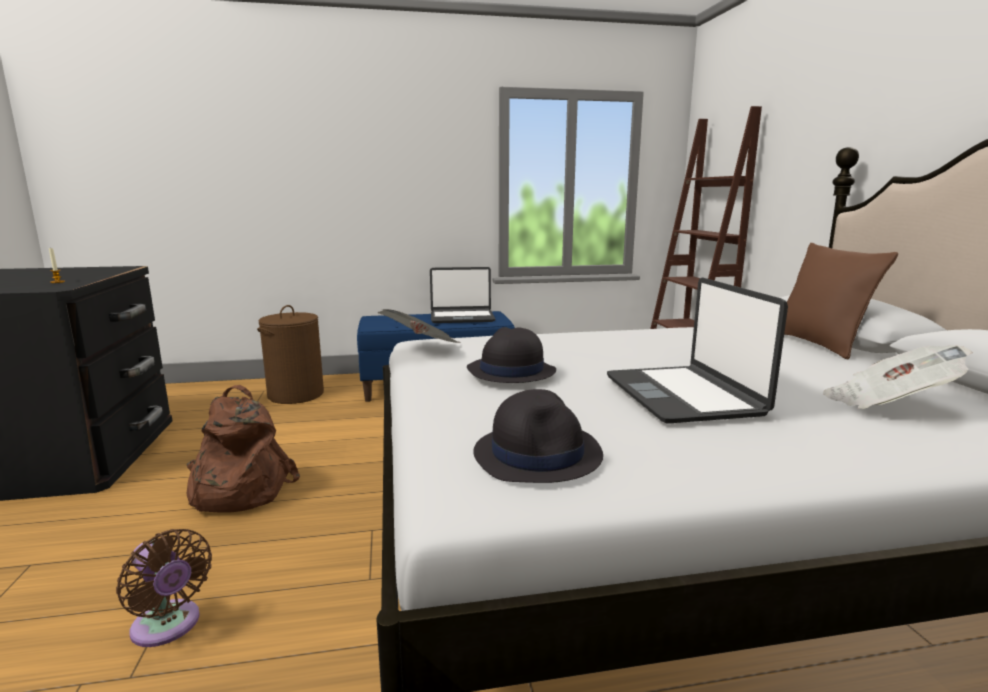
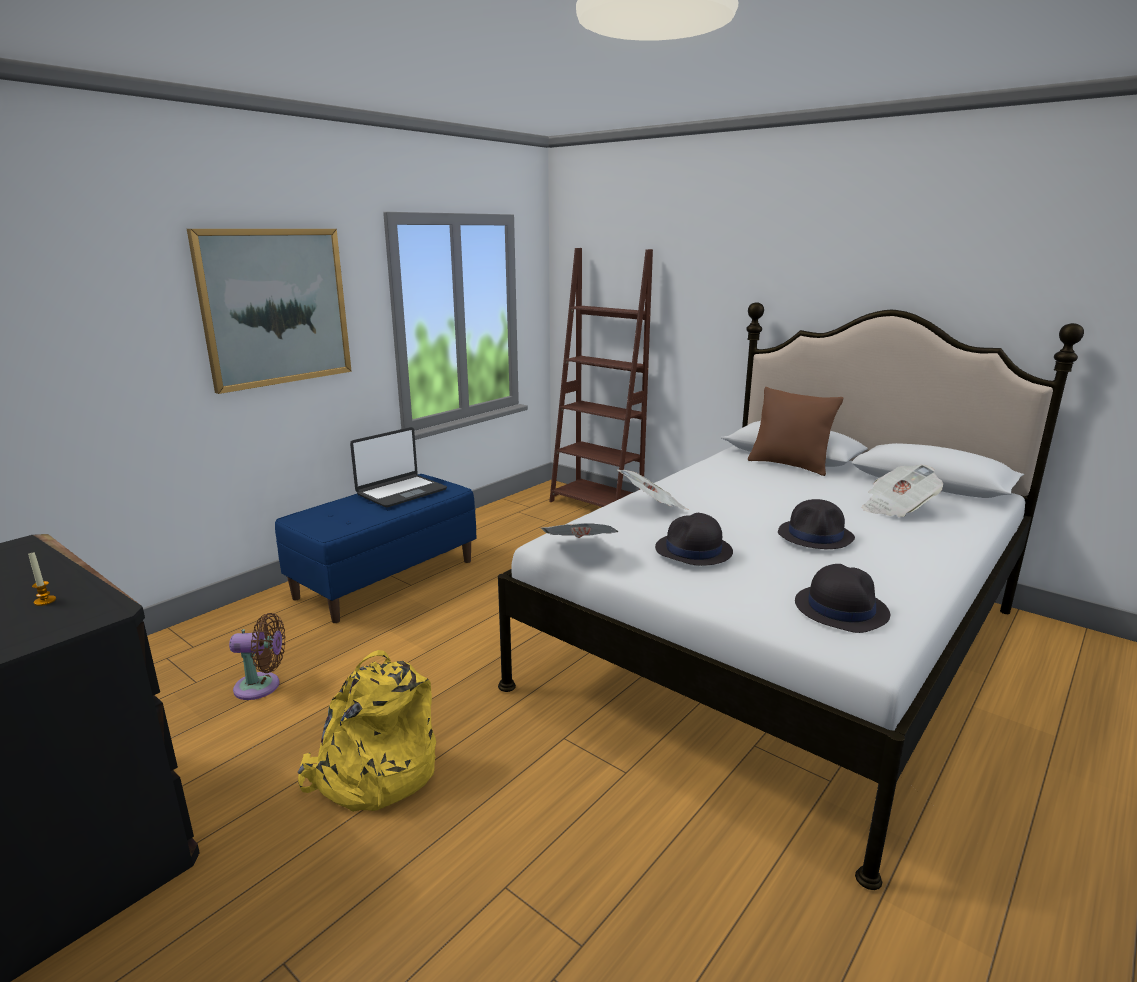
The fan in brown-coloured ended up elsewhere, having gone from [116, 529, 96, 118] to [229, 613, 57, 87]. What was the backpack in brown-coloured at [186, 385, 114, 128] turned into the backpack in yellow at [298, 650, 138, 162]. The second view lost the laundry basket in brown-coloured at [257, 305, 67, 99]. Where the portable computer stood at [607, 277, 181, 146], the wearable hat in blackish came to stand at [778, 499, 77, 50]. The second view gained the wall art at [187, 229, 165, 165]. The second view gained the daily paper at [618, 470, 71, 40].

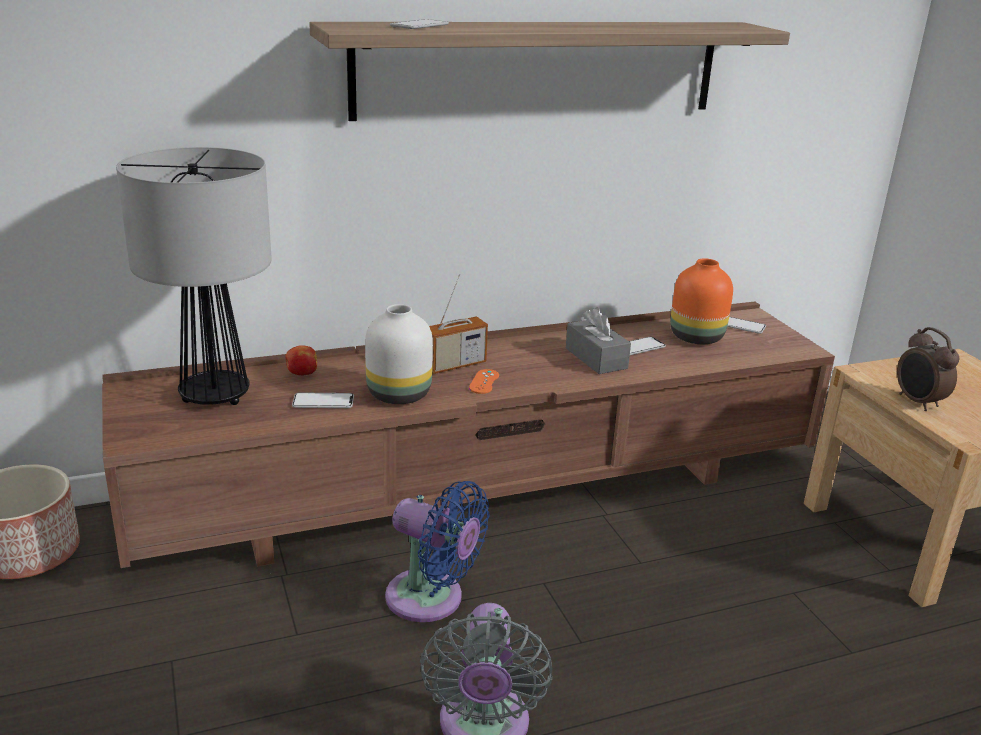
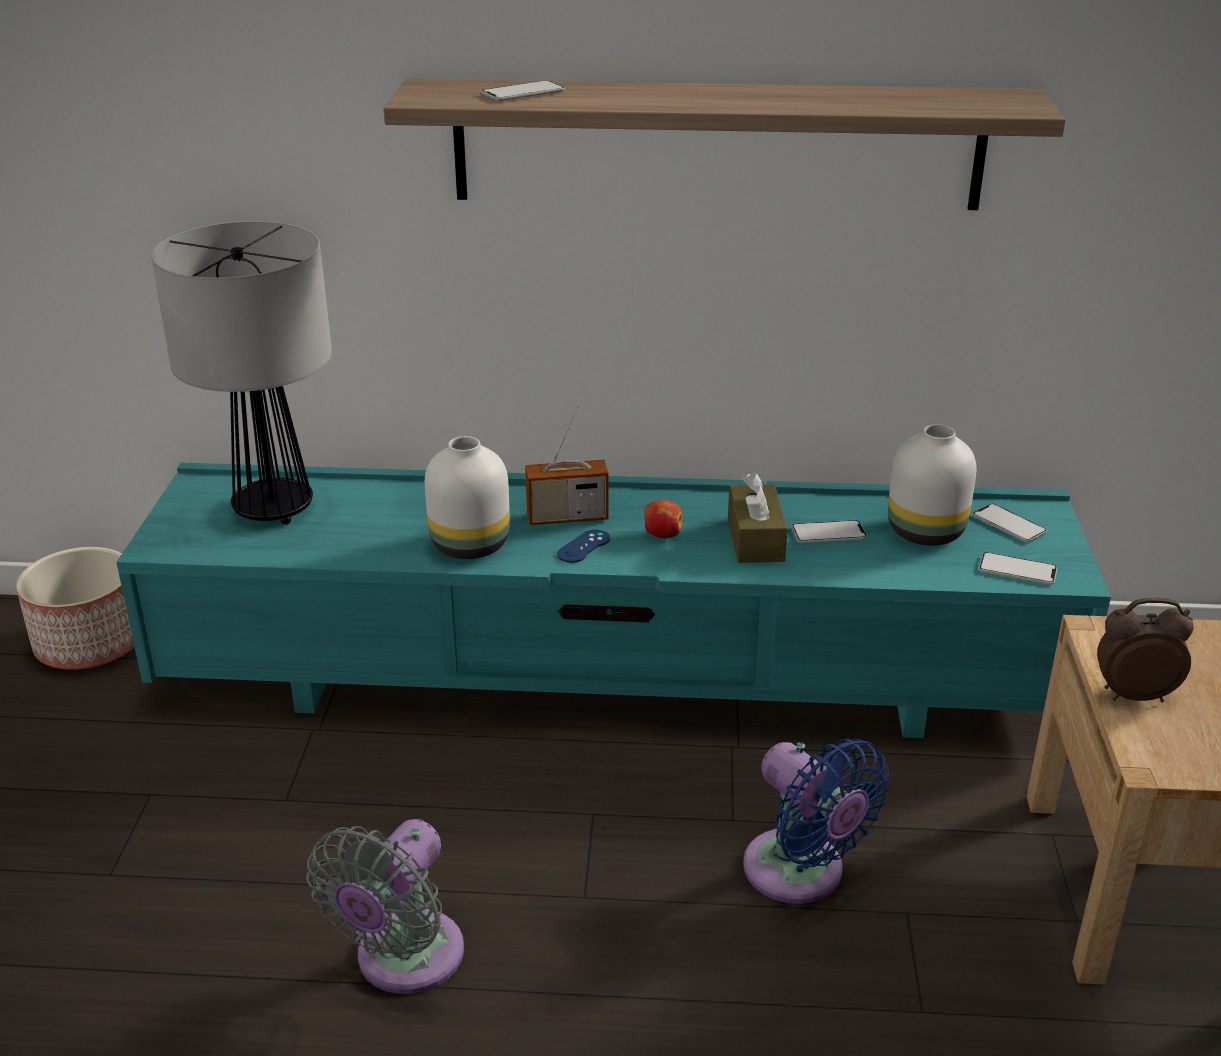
What was the media console in brown-coloured at [102, 301, 733, 267] turned into the media console in turquoise at [116, 463, 995, 275]. The apple ended up elsewhere, having gone from [285, 345, 32, 31] to [644, 500, 39, 38]. The handset ended up elsewhere, having gone from [292, 392, 62, 16] to [978, 552, 79, 33]. The fan in blue-coloured ended up elsewhere, having gone from [385, 481, 104, 141] to [743, 739, 147, 165]. What was the joypad in orange at [469, 369, 30, 25] turned into the joypad in blue-coloured at [557, 530, 53, 33]. What was the box of tissues in gray at [566, 307, 65, 67] turned into the box of tissues in brown-coloured at [728, 472, 59, 91]. What was the vase in orange at [670, 258, 63, 86] turned into the vase in white-coloured at [888, 424, 89, 122]. The alarm clock at [897, 327, 63, 84] ended up facing another way, 90 degrees clockwise from before.

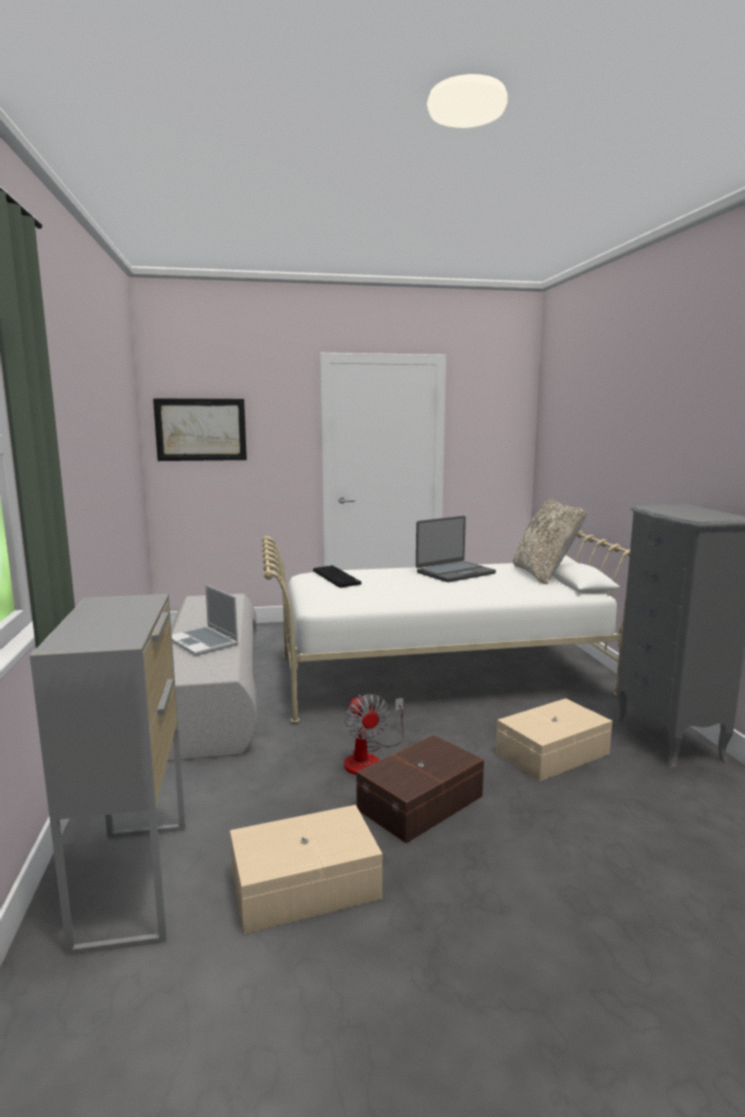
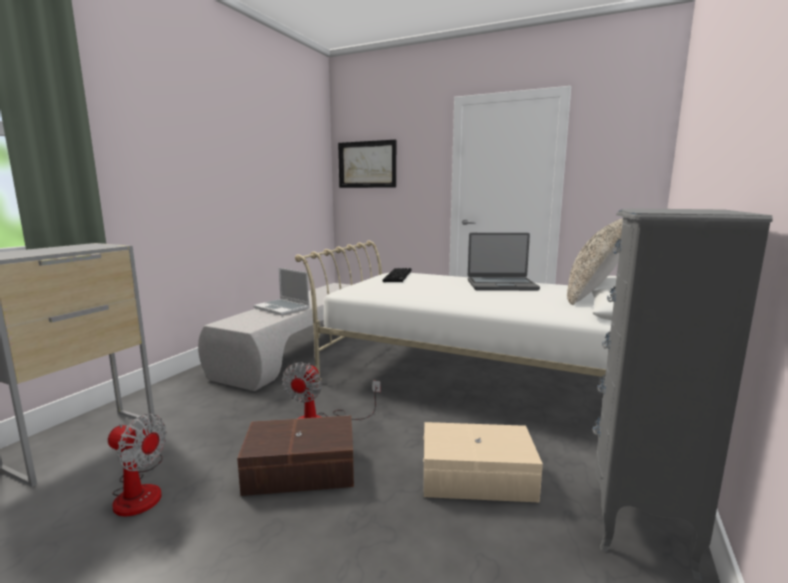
The portable computer at [172, 585, 67, 71] ended up facing another way, 45 degrees counterclockwise from before. Where the storage container in sand-coloured stood at [230, 805, 152, 129], the fan came to stand at [108, 413, 59, 104].

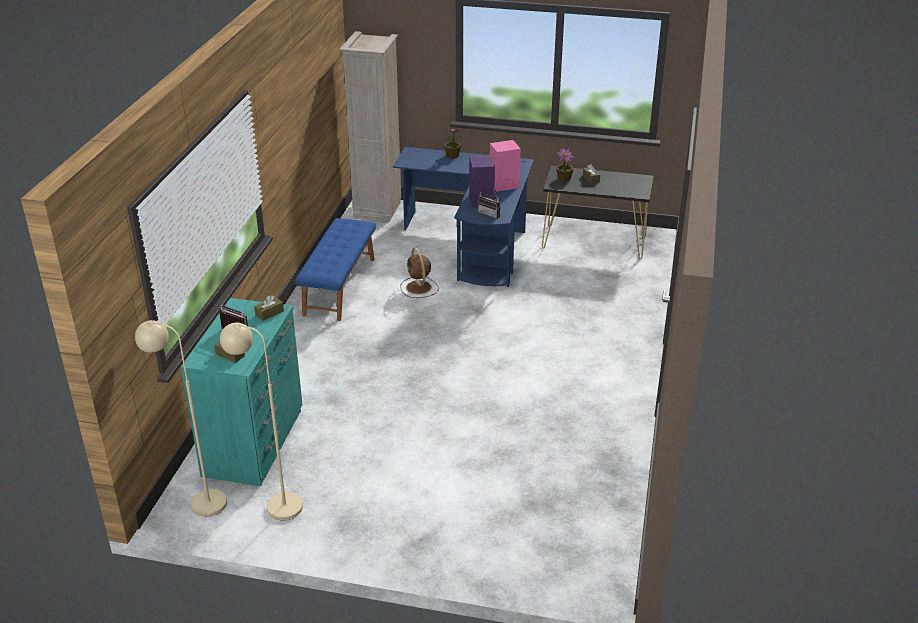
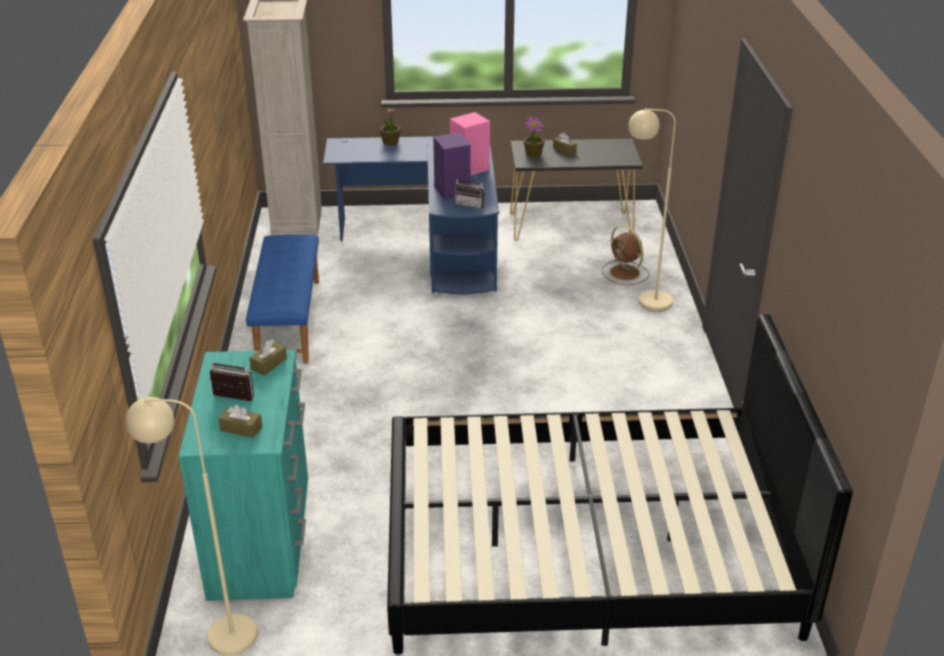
The standing lamp in sand-coloured ended up elsewhere, having gone from [220, 323, 83, 198] to [629, 109, 47, 203]. The fan in brown-coloured ended up elsewhere, having gone from [400, 248, 39, 50] to [602, 225, 47, 60]. The second view gained the sleeping bed in blackish at [387, 314, 466, 341].

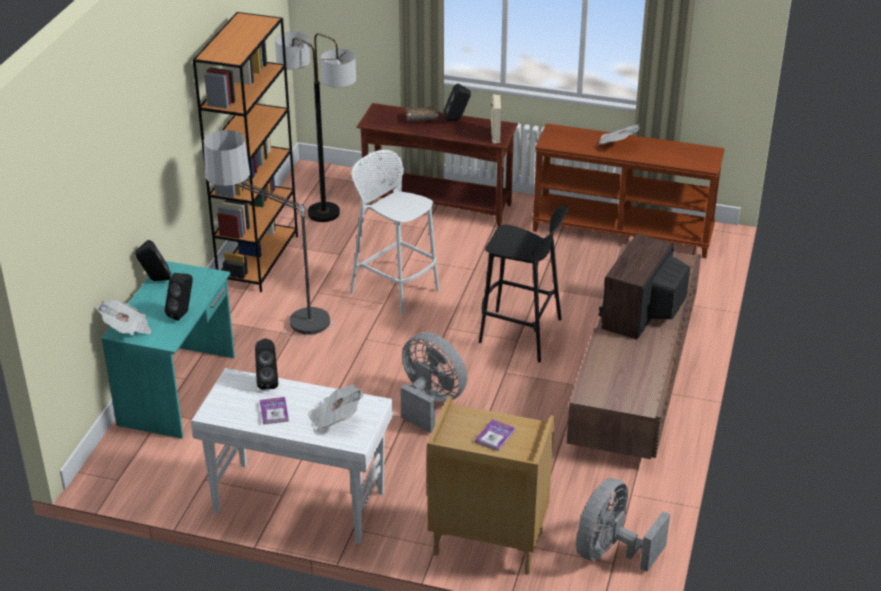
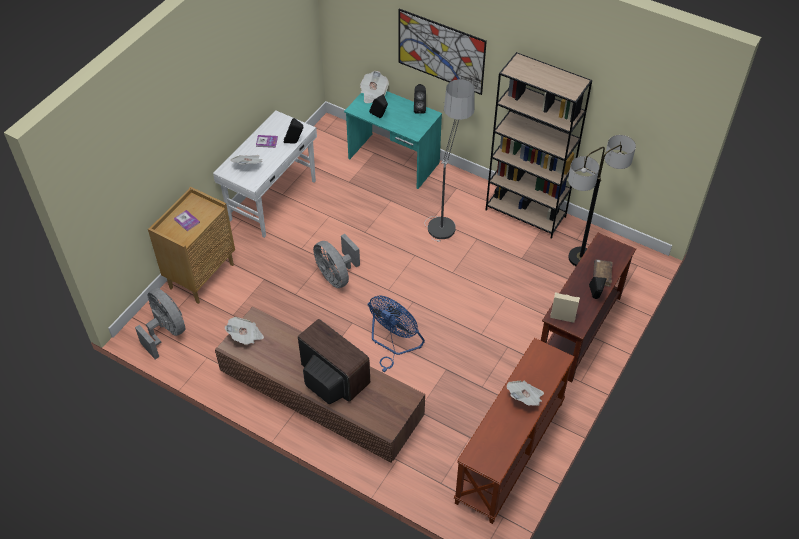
What was the bookshelf in orange at [193, 12, 105, 280] turned into the bookshelf in sand-coloured at [486, 52, 106, 187]. The second view lost the stool seat in white-coloured at [350, 150, 90, 165]. The fan in gray at [400, 332, 67, 101] ended up facing another way, 90 degrees clockwise from before. Where the stool seat in blackish stood at [479, 205, 89, 158], the fan in blue-coloured came to stand at [367, 296, 58, 76]. The second view gained the daily paper at [225, 317, 39, 28]. The second view gained the wall art at [399, 8, 88, 87].

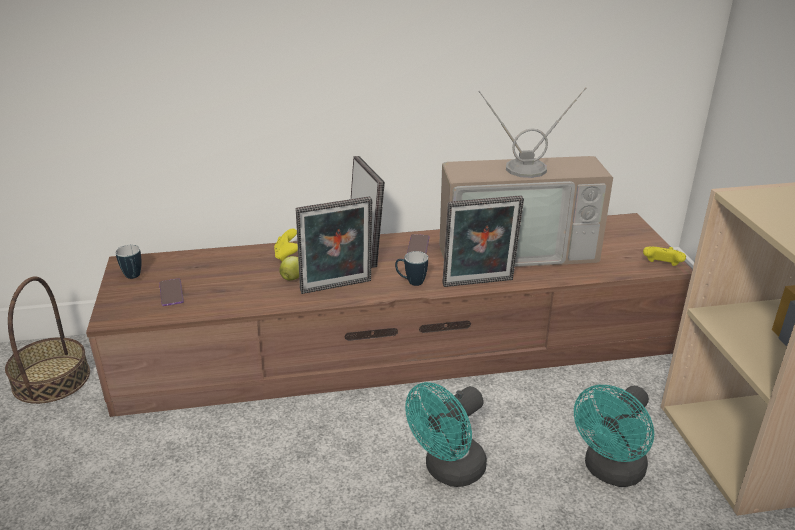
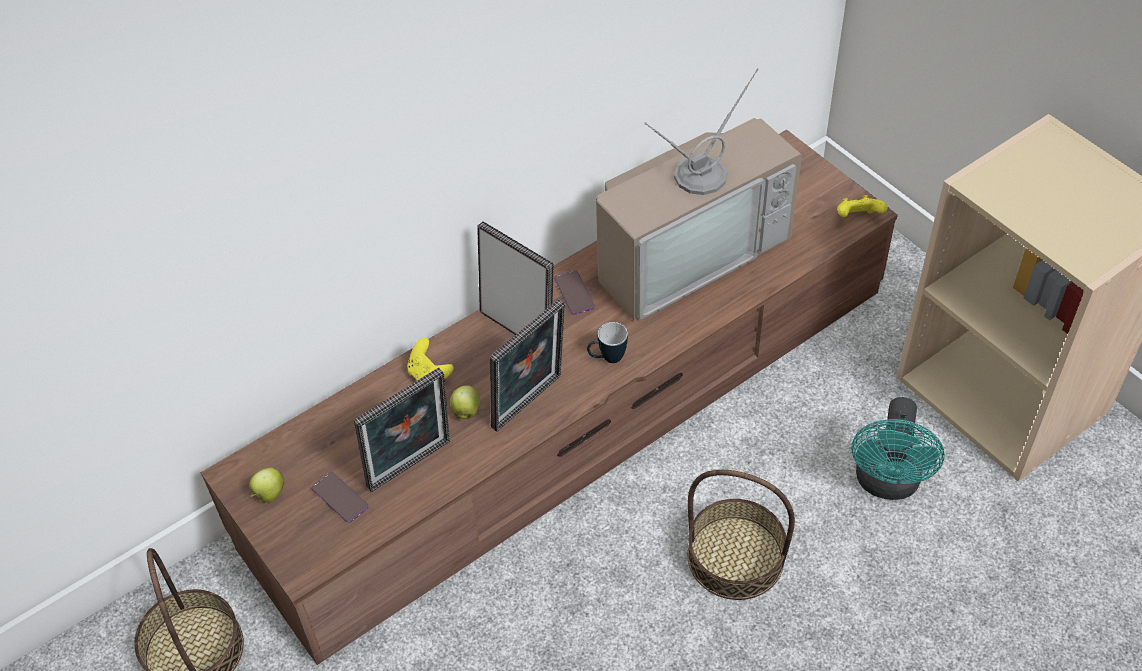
Where the coffee mug stood at [115, 245, 26, 34], the apple came to stand at [249, 467, 35, 35]. Where the fan in turquoise stood at [405, 382, 82, 105], the basket came to stand at [687, 469, 108, 131]. The photo frame ended up elsewhere, having gone from [442, 195, 82, 92] to [354, 368, 96, 124].

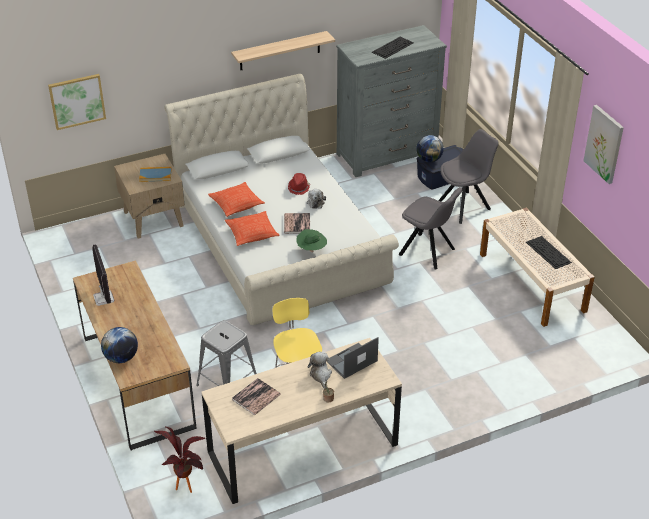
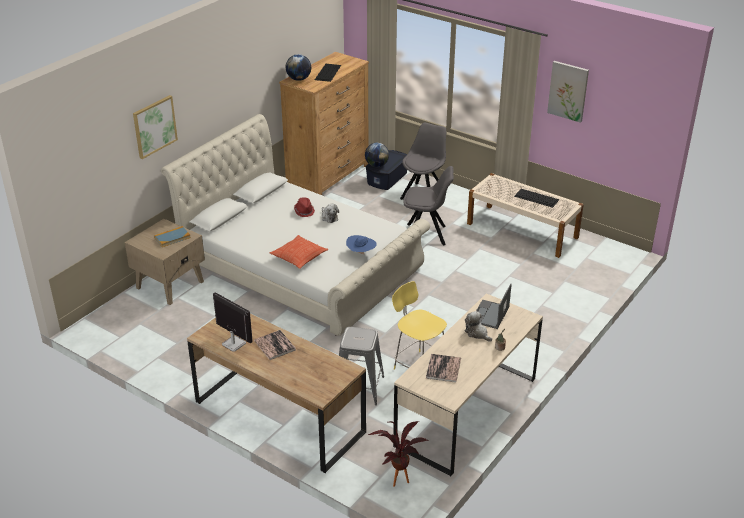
The wall art ended up elsewhere, having gone from [48, 74, 58, 56] to [133, 95, 45, 64]. The globe ended up elsewhere, having gone from [101, 327, 37, 36] to [286, 54, 25, 27]. The second view lost the pillow in orange at [208, 182, 57, 35]. The second view lost the bracket shelf at [231, 31, 104, 39]. The bound book ended up elsewhere, having gone from [284, 213, 26, 21] to [254, 330, 42, 30]. What was the wearable hat in greenish at [297, 229, 30, 24] turned into the wearable hat in blue-coloured at [346, 235, 31, 19]. What was the dresser in gray at [336, 25, 111, 152] turned into the dresser in brown-coloured at [279, 52, 90, 143].

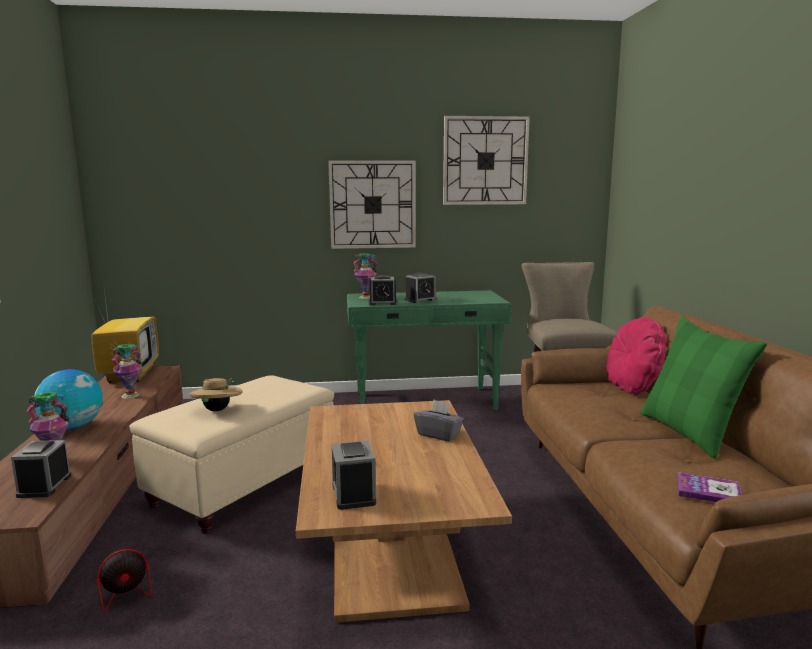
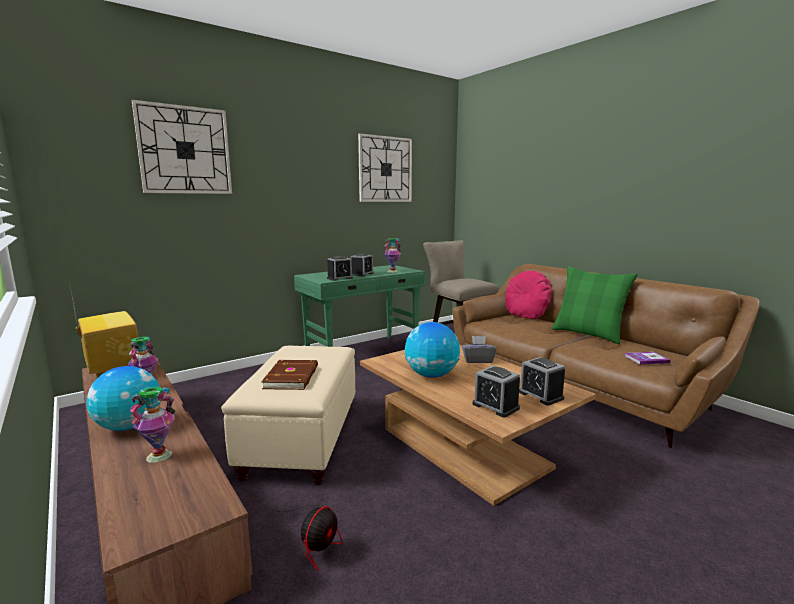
The alarm clock ended up elsewhere, having gone from [11, 440, 60, 58] to [519, 357, 46, 49]. Where the wearable hat in sand-coloured stood at [190, 378, 52, 33], the bound book in brown-coloured came to stand at [261, 360, 57, 30]. The wall clock ended up elsewhere, having gone from [328, 161, 88, 88] to [132, 100, 100, 94]. The vase ended up elsewhere, having gone from [353, 254, 24, 45] to [384, 238, 17, 35]. The second view gained the globe at [405, 322, 55, 56].

